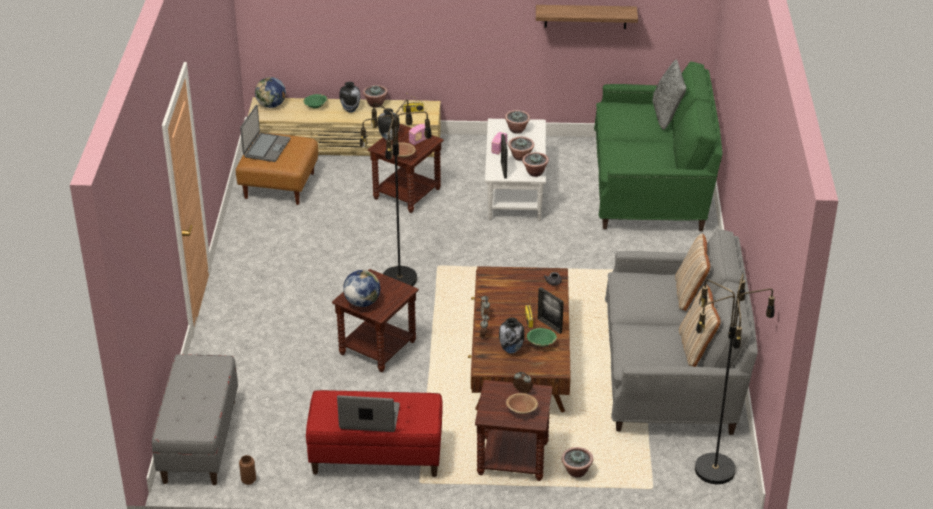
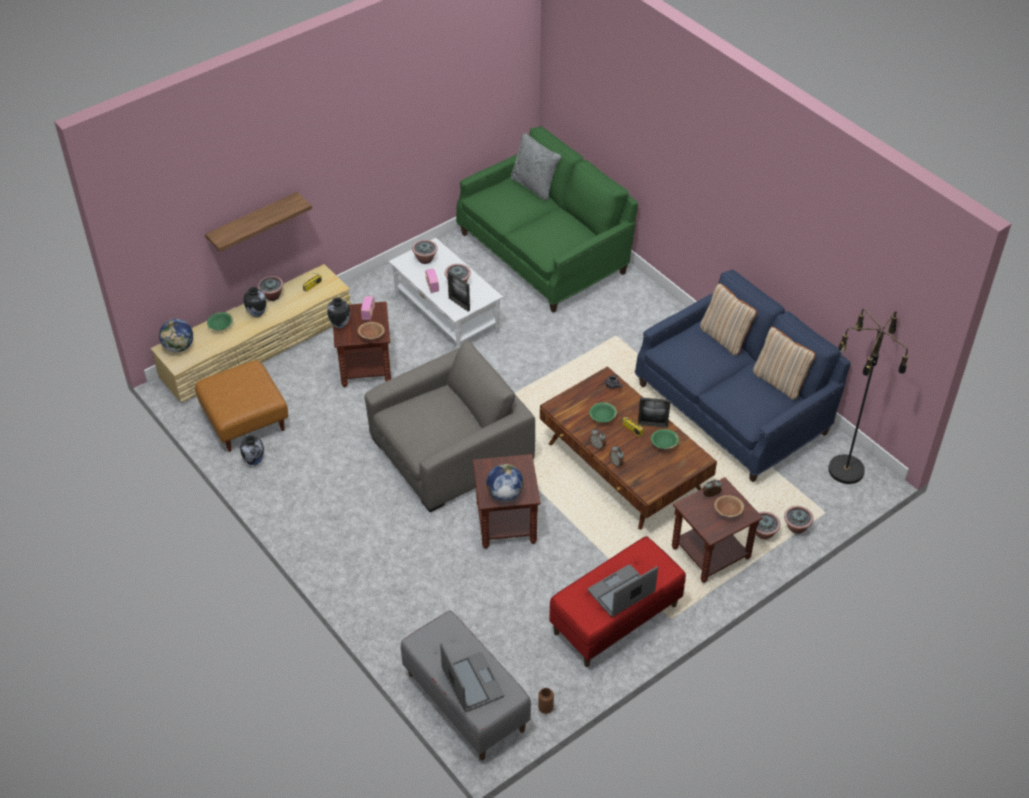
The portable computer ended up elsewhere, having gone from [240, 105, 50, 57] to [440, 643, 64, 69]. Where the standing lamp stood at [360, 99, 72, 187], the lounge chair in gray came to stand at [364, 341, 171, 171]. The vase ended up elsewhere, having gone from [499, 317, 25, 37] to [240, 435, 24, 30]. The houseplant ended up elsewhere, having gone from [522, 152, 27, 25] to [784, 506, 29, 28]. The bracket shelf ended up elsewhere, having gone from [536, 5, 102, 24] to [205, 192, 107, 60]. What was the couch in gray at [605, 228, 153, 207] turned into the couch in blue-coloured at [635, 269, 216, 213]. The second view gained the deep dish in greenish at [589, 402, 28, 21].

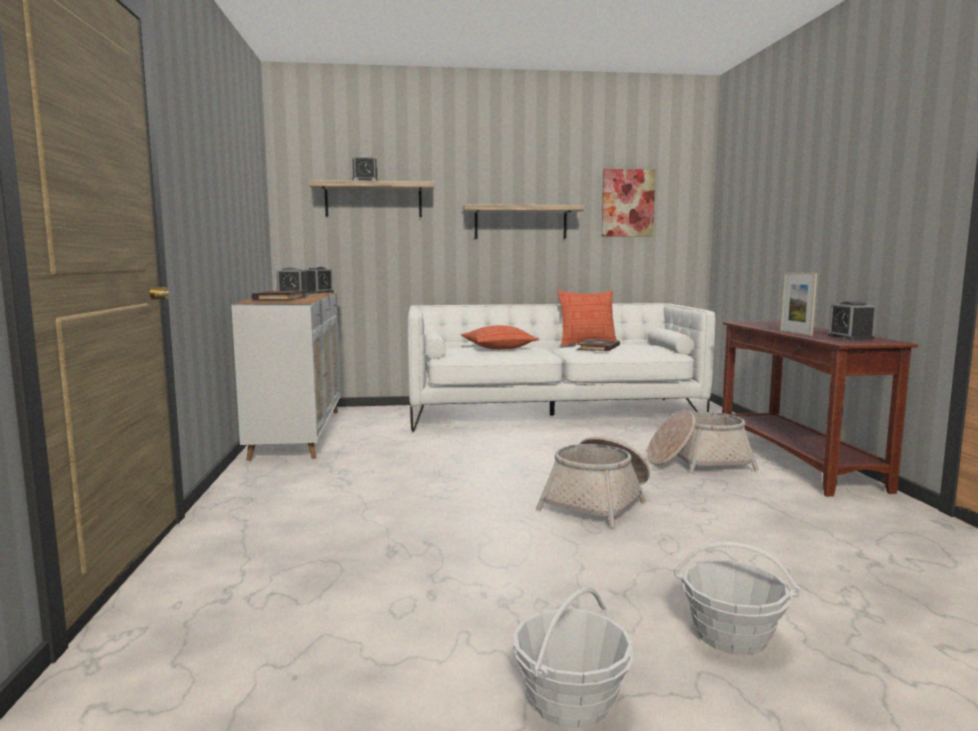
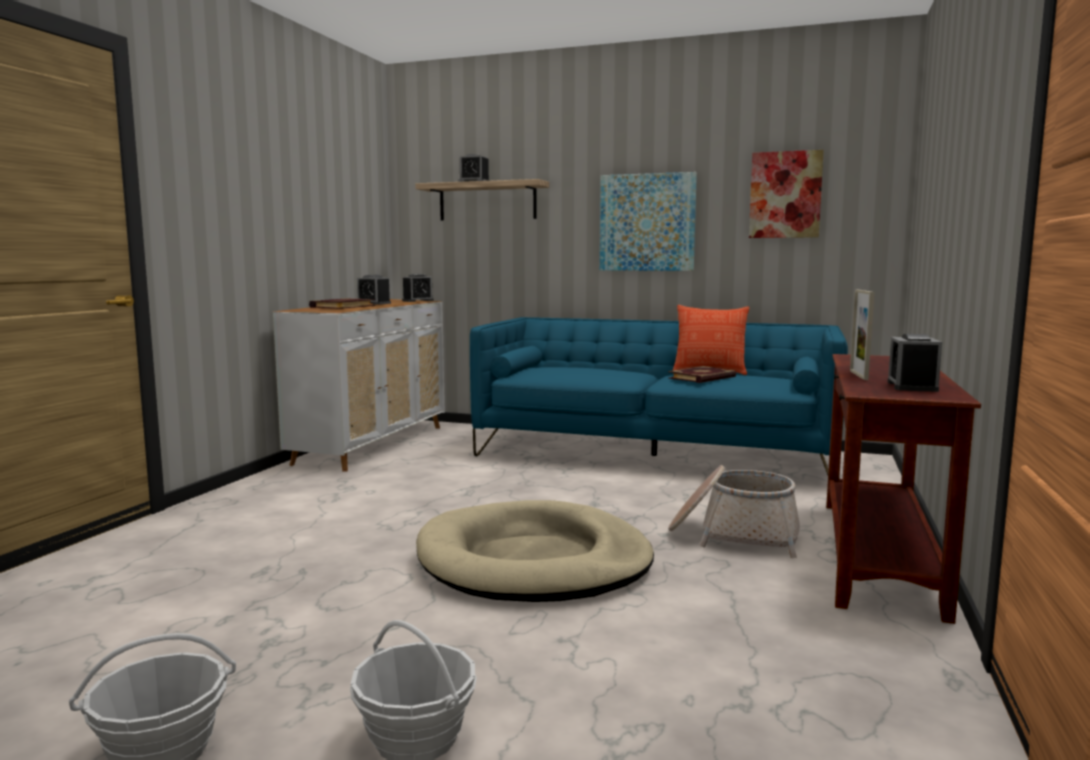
What was the couch in white-coloured at [407, 303, 308, 129] turned into the couch in blue-coloured at [470, 317, 378, 158]. The second view lost the pillow in orange at [461, 325, 78, 25]. Where the bracket shelf hung at [463, 204, 121, 35], the wall art came to hang at [600, 172, 97, 99]. Where the basket stood at [536, 437, 114, 91], the dog bed in sand-coloured came to stand at [416, 500, 238, 102].

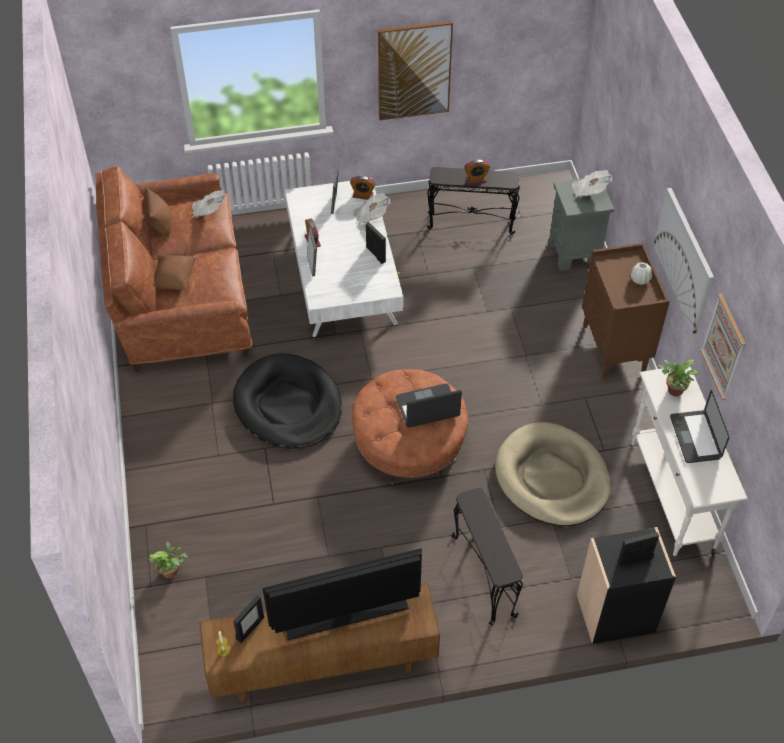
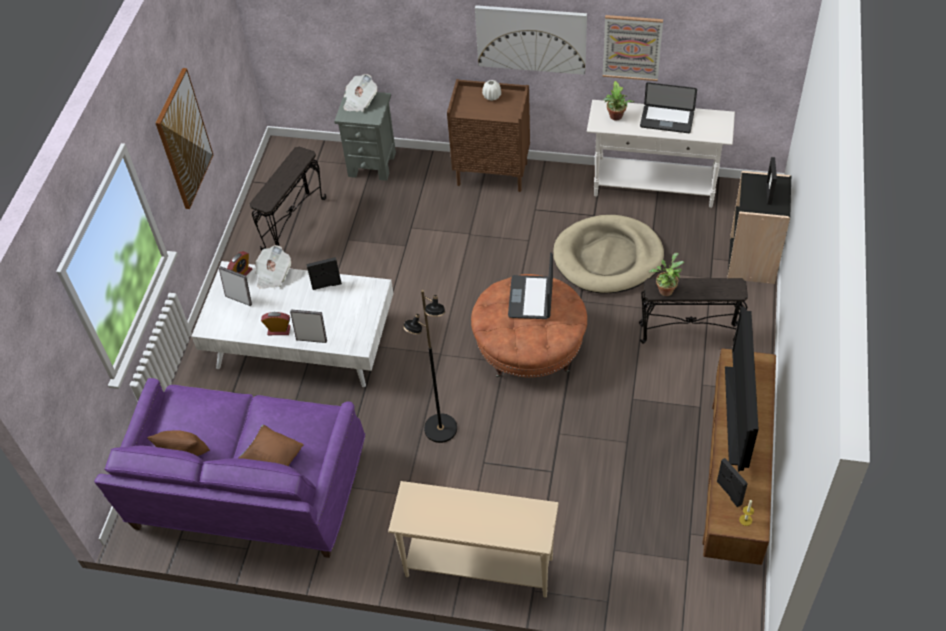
What was the couch in brown-coloured at [96, 166, 156, 206] turned into the couch in purple-coloured at [94, 378, 271, 180]. The houseplant ended up elsewhere, having gone from [149, 542, 39, 37] to [649, 253, 35, 43]. The second view lost the daily paper at [192, 190, 34, 27]. Where the dog bed in blackish stood at [233, 353, 109, 96], the standing lamp in blackish came to stand at [403, 290, 54, 153]. The second view lost the alarm clock at [464, 160, 26, 24]. The second view gained the hall table in sand-coloured at [388, 481, 171, 117].

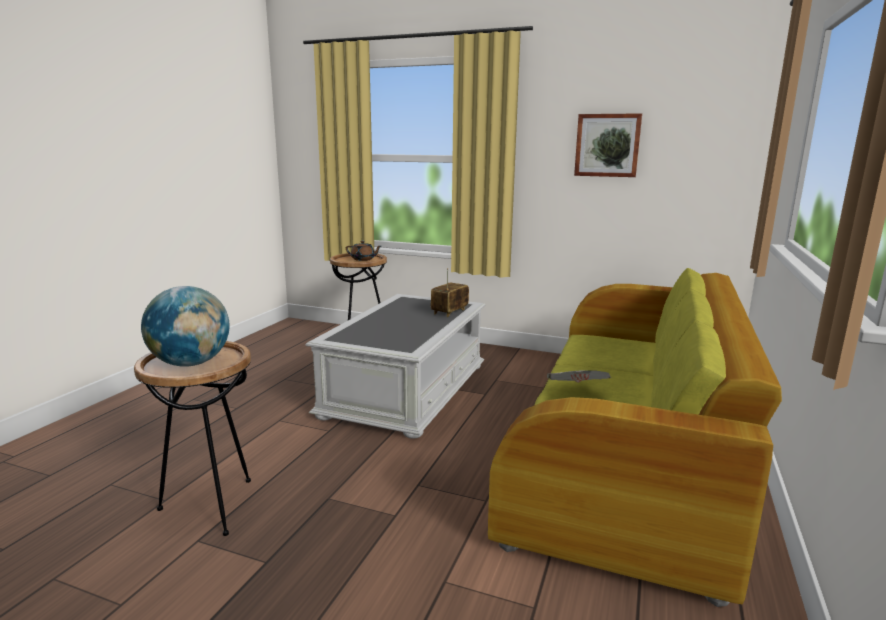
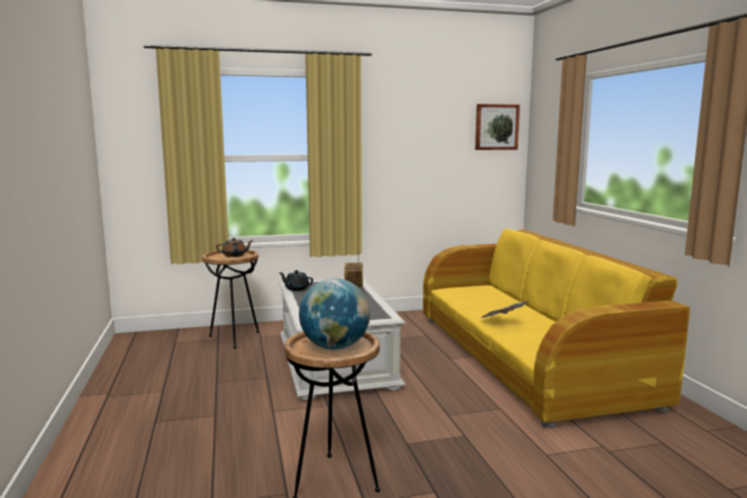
What was the couch in greenish at [488, 268, 294, 339] turned into the couch in yellow at [423, 228, 267, 200]. The wall art ended up elsewhere, having gone from [574, 113, 68, 64] to [475, 104, 45, 46]. The second view gained the teapot in blackish at [279, 270, 34, 21].

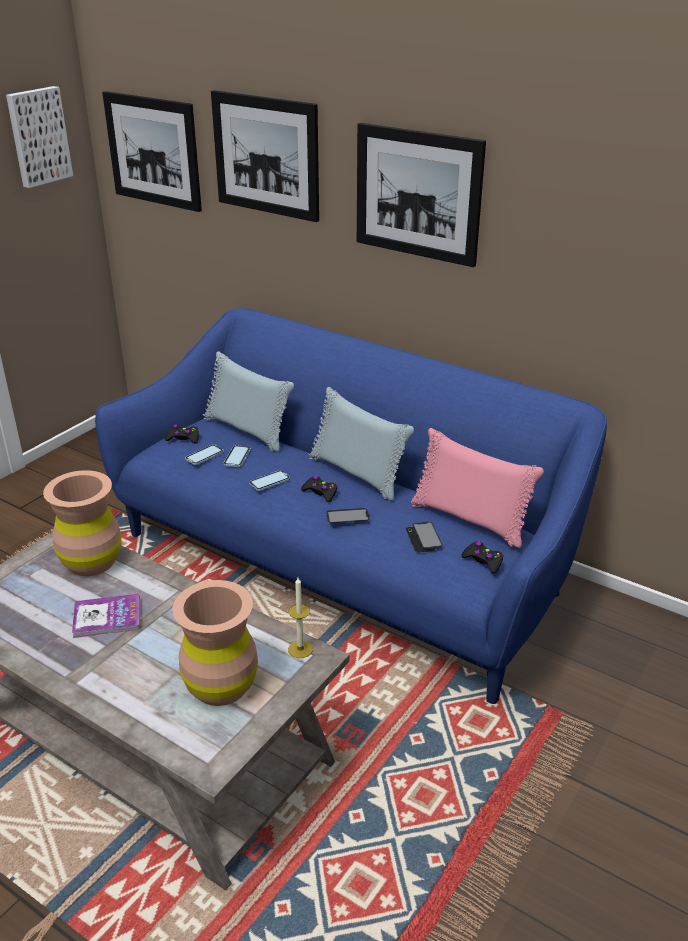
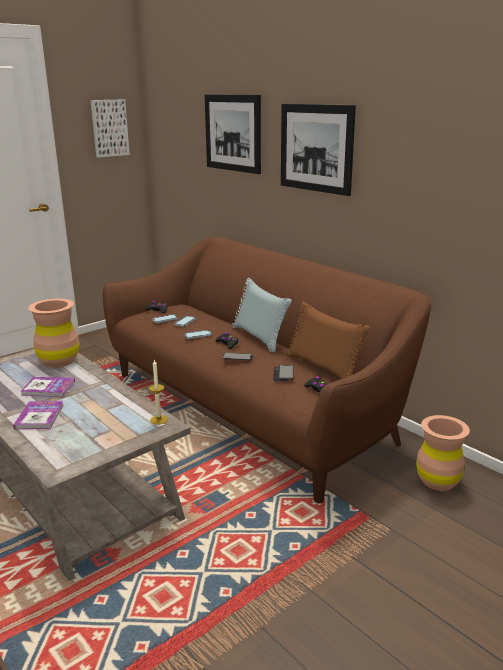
What was the couch in blue-coloured at [95, 308, 512, 396] turned into the couch in brown-coloured at [103, 237, 328, 266]. The second view lost the wall art at [102, 91, 100, 121]. The vase in brown-coloured ended up elsewhere, having gone from [172, 580, 86, 126] to [416, 415, 54, 76]. The second view lost the pillow in blue-coloured at [203, 351, 91, 101]. What was the pillow in pink-coloured at [411, 428, 133, 120] turned into the pillow in brown-coloured at [286, 301, 84, 78]. The second view gained the bound book at [13, 401, 51, 28].

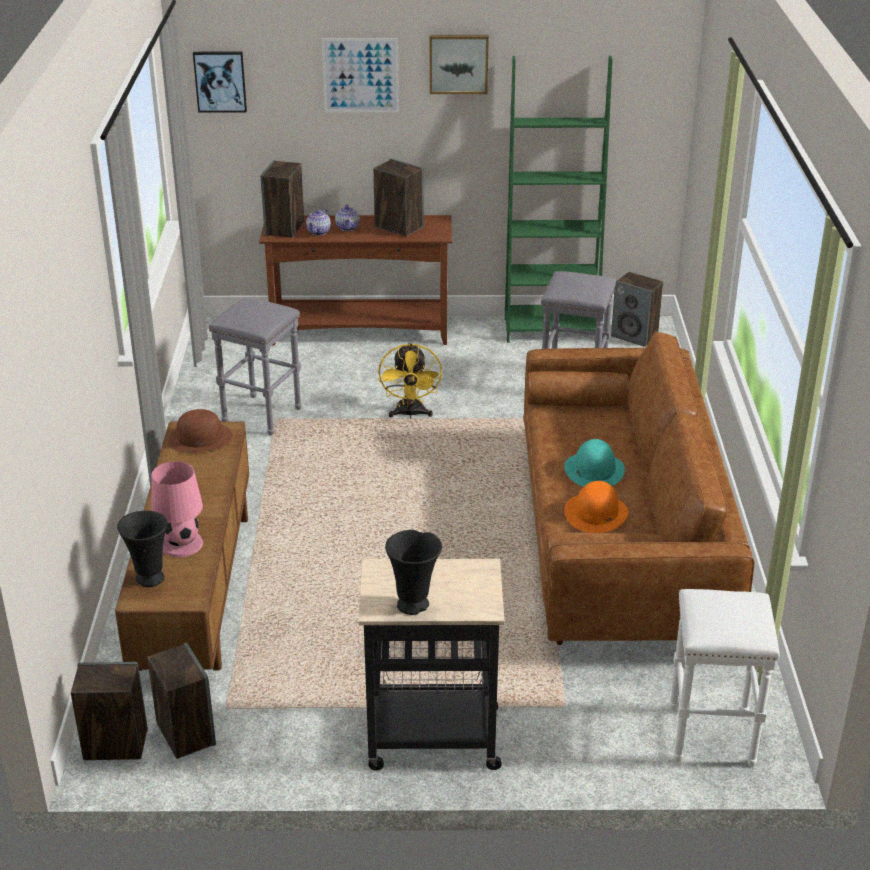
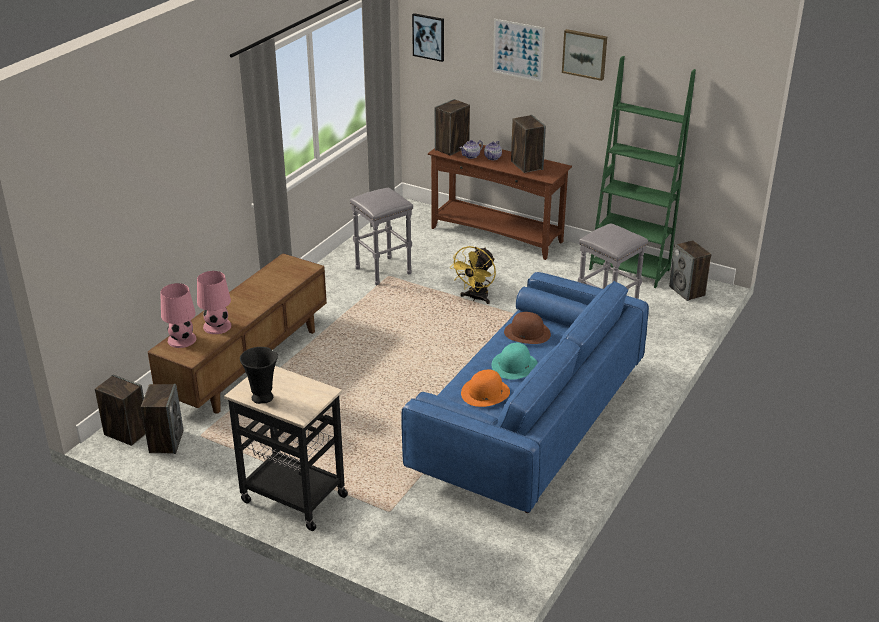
Where the vase in blackish stood at [117, 510, 51, 77], the lamp for a table in pink-coloured came to stand at [160, 283, 36, 65]. The wearable hat in brown-coloured ended up elsewhere, having gone from [167, 409, 65, 43] to [504, 312, 47, 32]. What was the couch in brown-coloured at [523, 331, 231, 314] turned into the couch in blue-coloured at [402, 272, 247, 241]. The second view lost the stool seat in white-coloured at [669, 589, 111, 178].

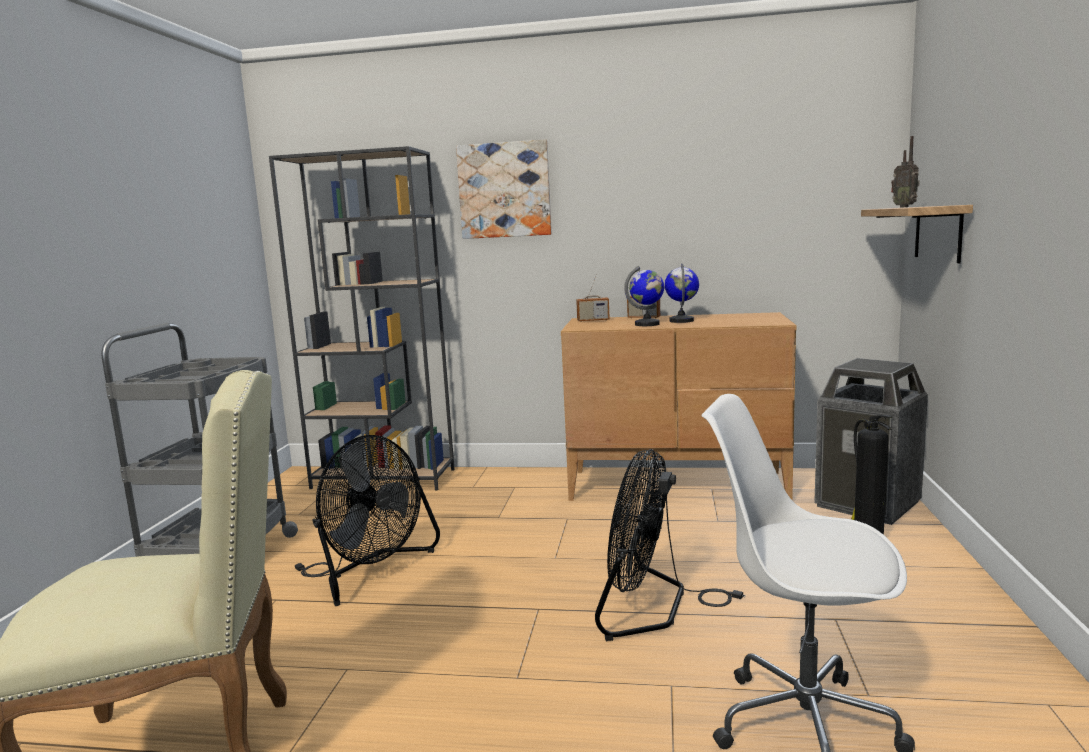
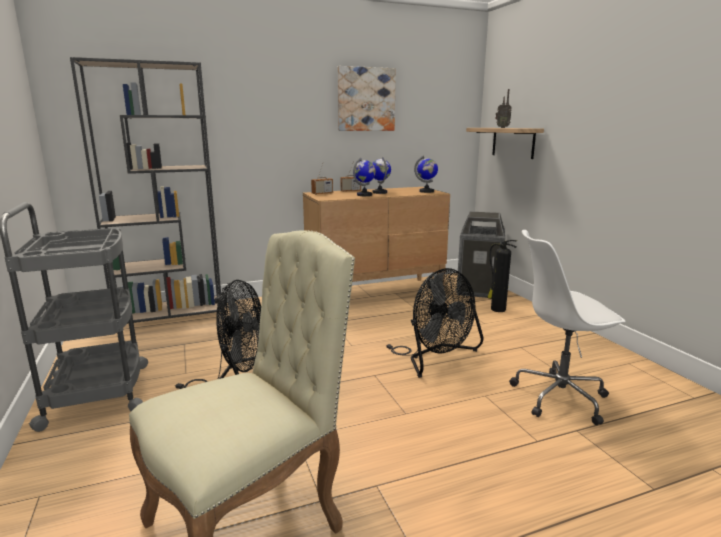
The wall art ended up elsewhere, having gone from [456, 139, 96, 100] to [338, 66, 58, 65]. The fan in blackish at [595, 449, 151, 192] ended up facing another way, 120 degrees counterclockwise from before. The second view gained the globe at [414, 156, 24, 37].

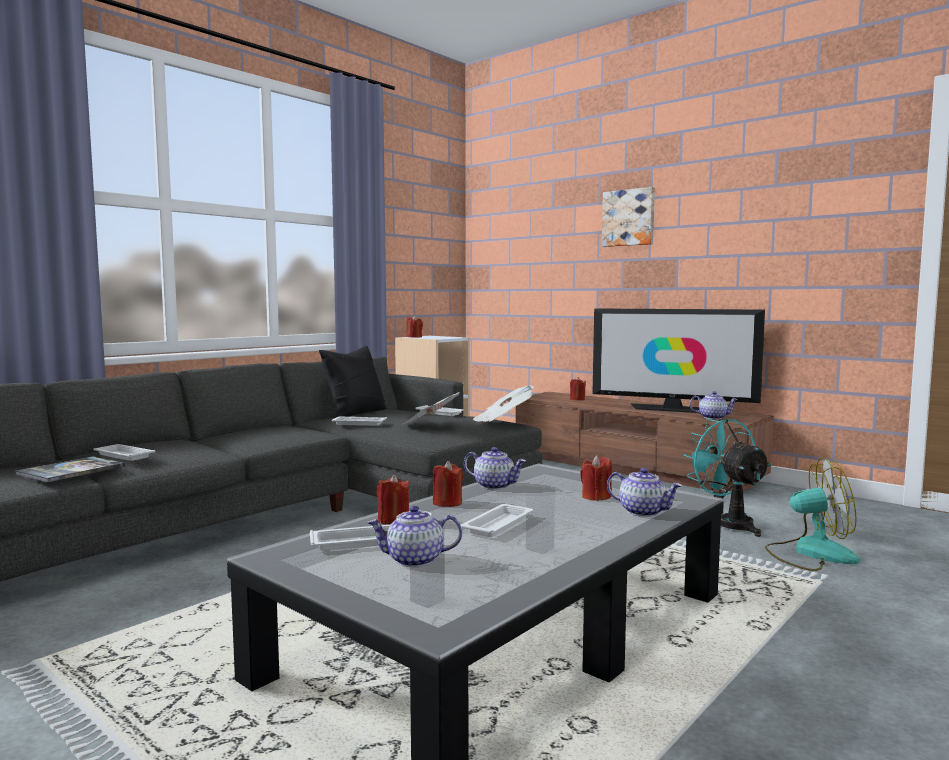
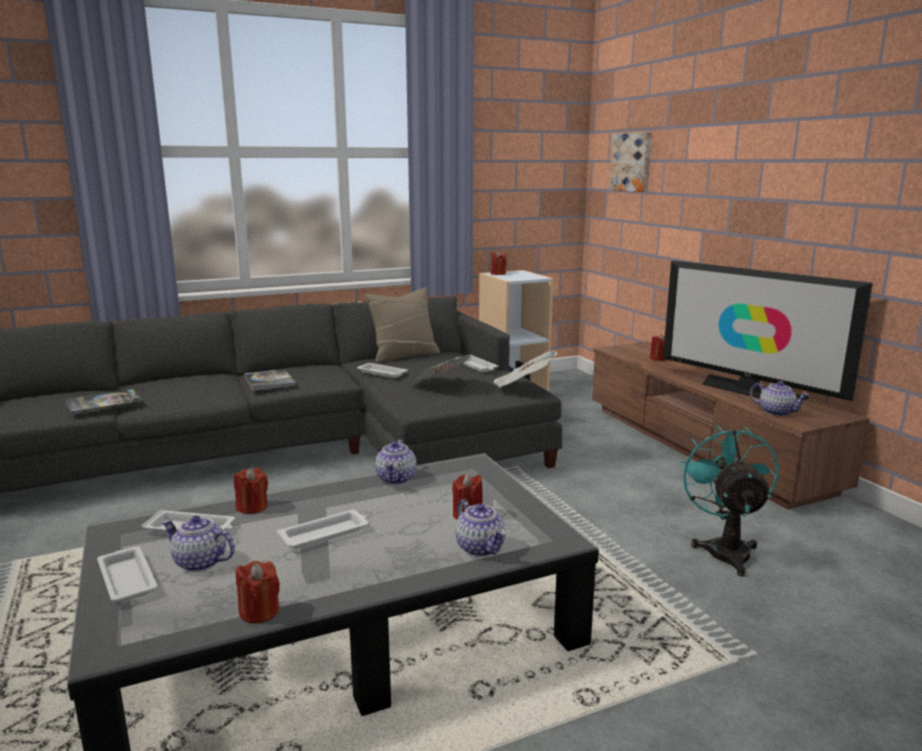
The carrying tray in white-coloured ended up elsewhere, having gone from [93, 444, 62, 17] to [97, 546, 61, 57]. What was the pillow in blackish at [319, 346, 67, 71] turned into the pillow in sand-coloured at [365, 288, 75, 75]. The wax light in red-coloured ended up elsewhere, having gone from [433, 461, 30, 46] to [236, 561, 44, 62]. The teapot at [464, 447, 62, 43] ended up facing another way, 45 degrees clockwise from before. The wall art ended up elsewhere, having gone from [602, 187, 53, 60] to [609, 132, 43, 60]. The second view lost the fan at [765, 458, 95, 113]. The second view gained the bound book at [244, 369, 52, 22].

